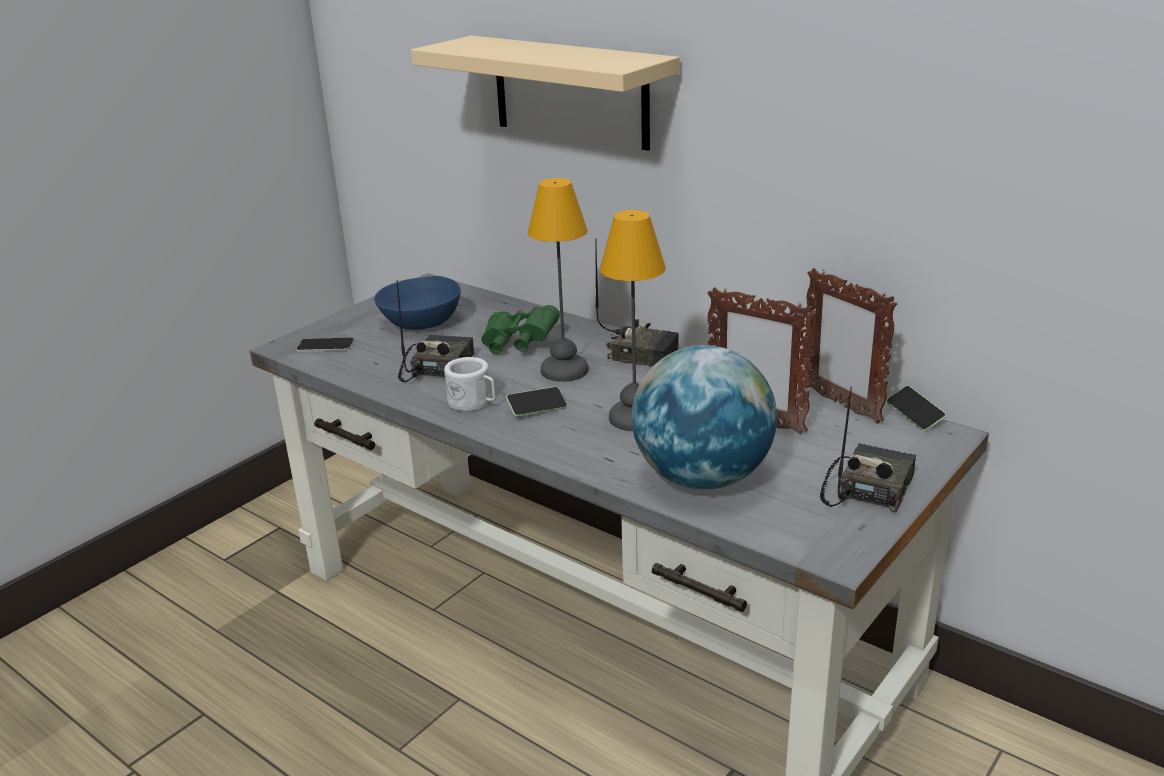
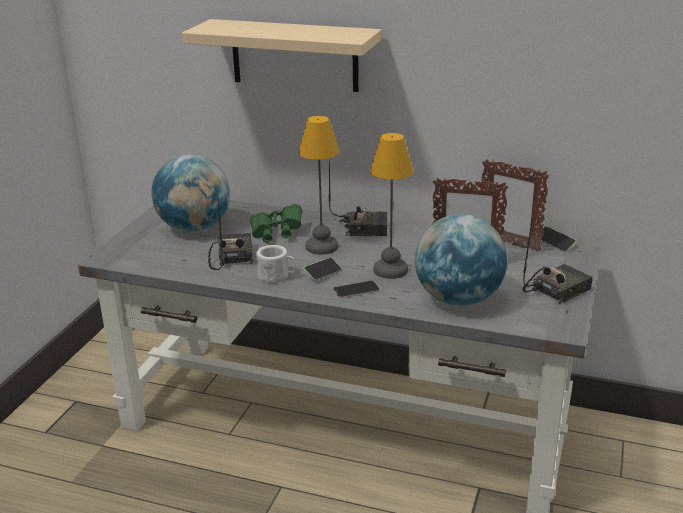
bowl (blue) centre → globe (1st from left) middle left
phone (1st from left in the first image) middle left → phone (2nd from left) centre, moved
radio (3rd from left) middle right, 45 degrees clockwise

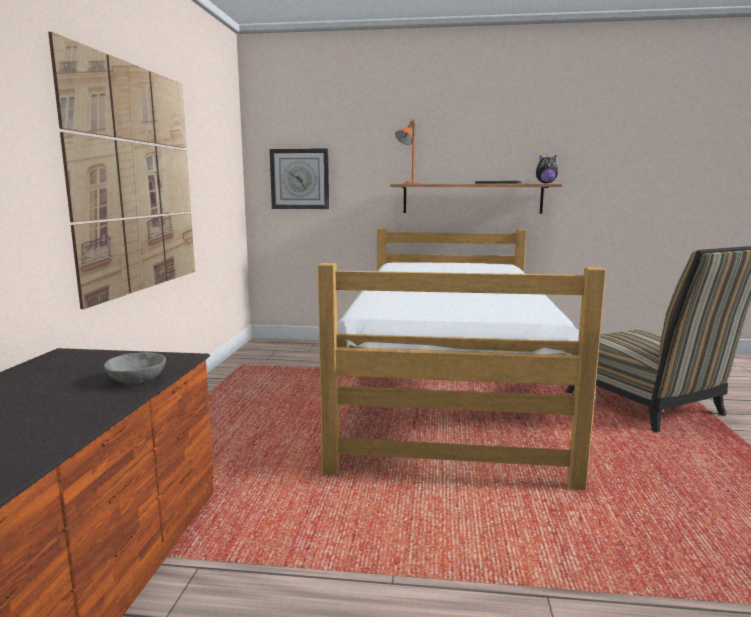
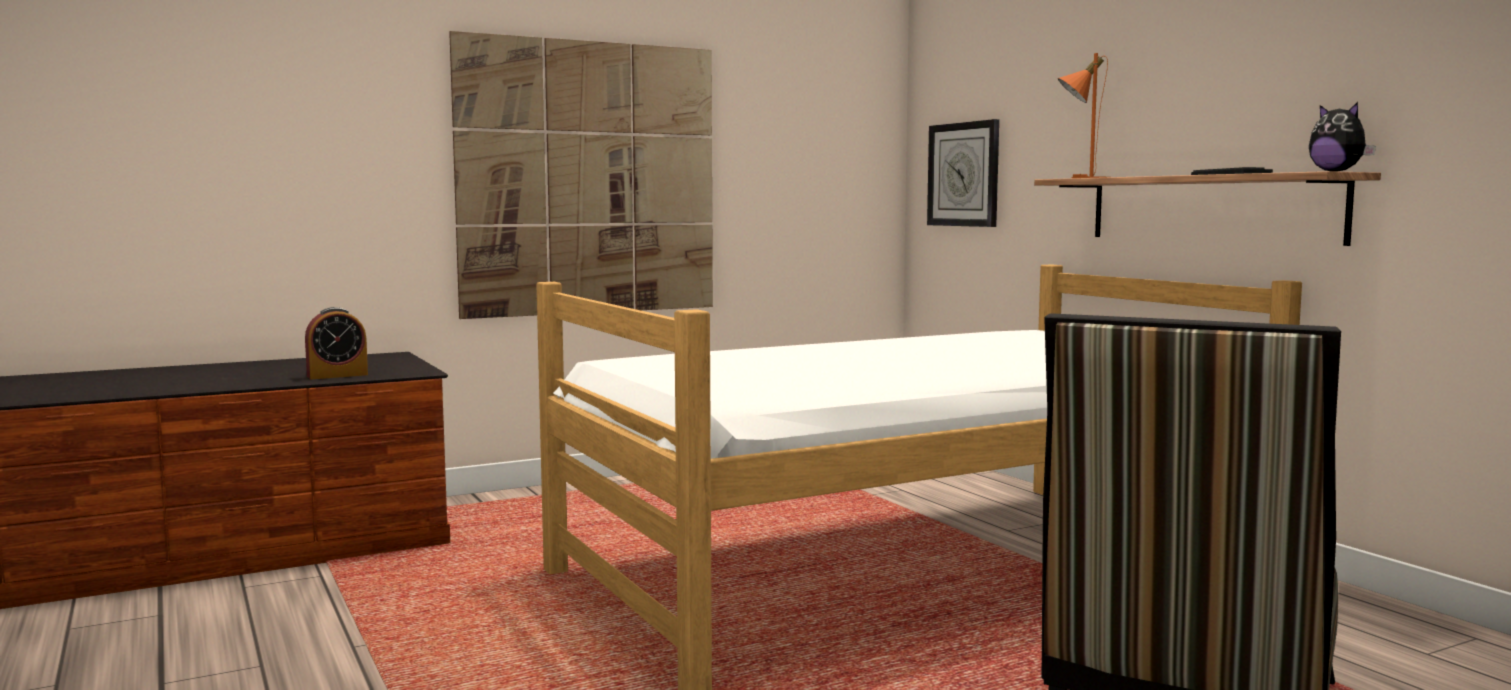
bowl (grey) middle left → alarm clock middle left

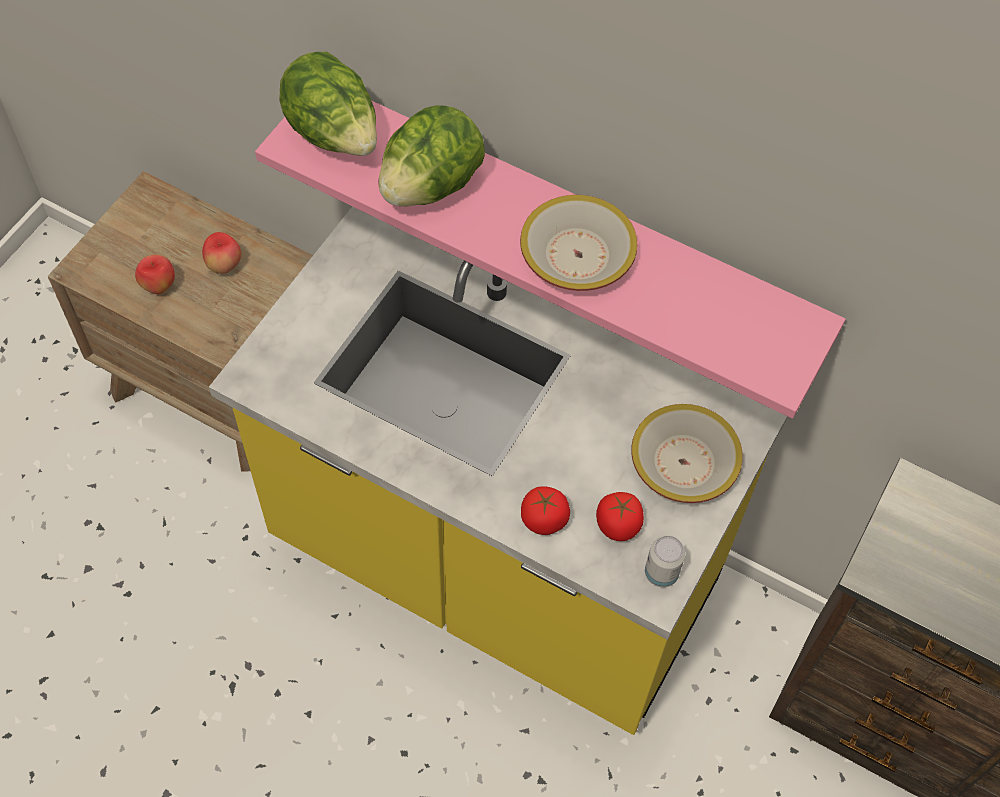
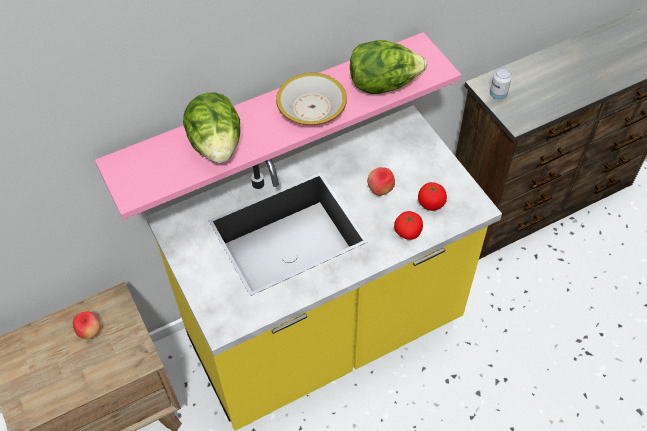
lettuce (1st from left in the first image) top left → lettuce (2nd from left) top centre, moved
apple (1st from left in the first image) middle left → apple (2nd from left) centre, moved
bowl (2nd from left) middle right → -
can bottom centre → can top right, moved

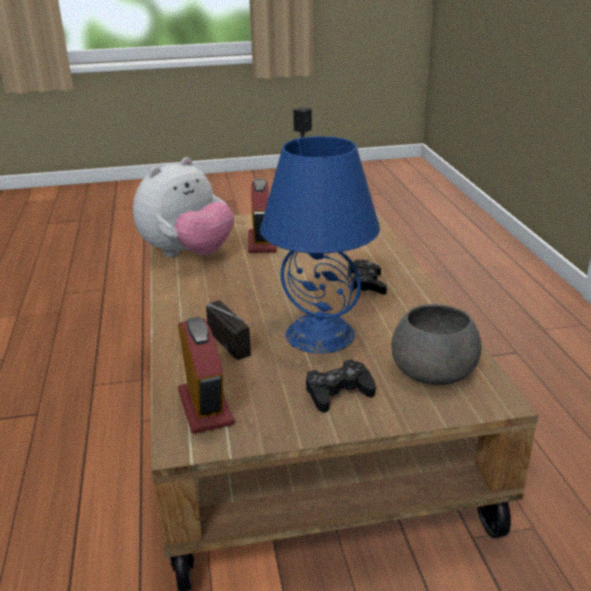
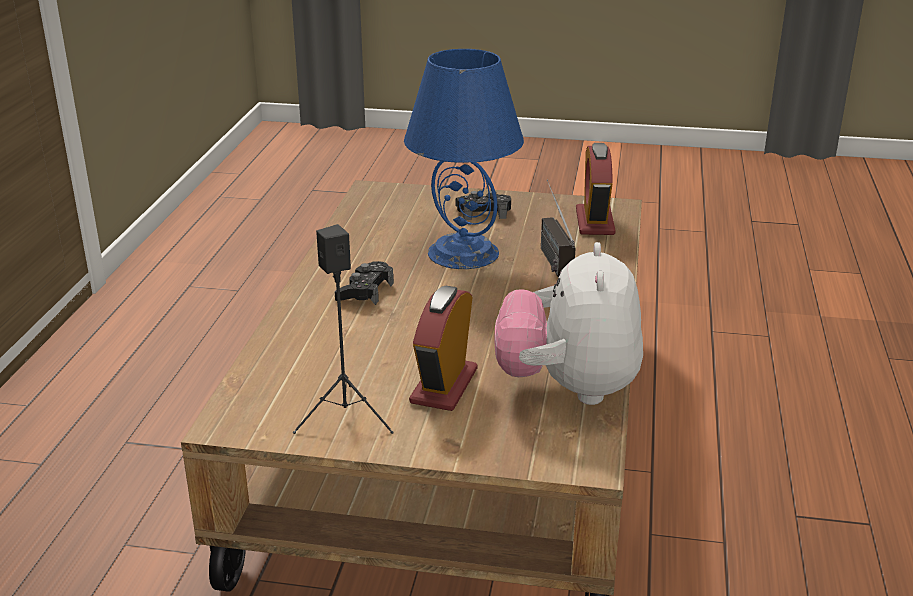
plush toy middle left → plush toy centre, 60 degrees counterclockwise
bowl (grey) middle right → -

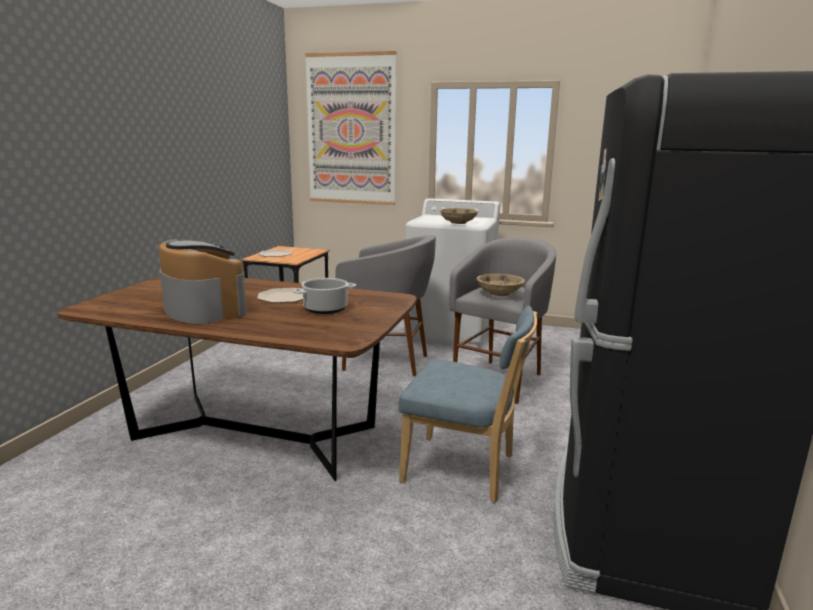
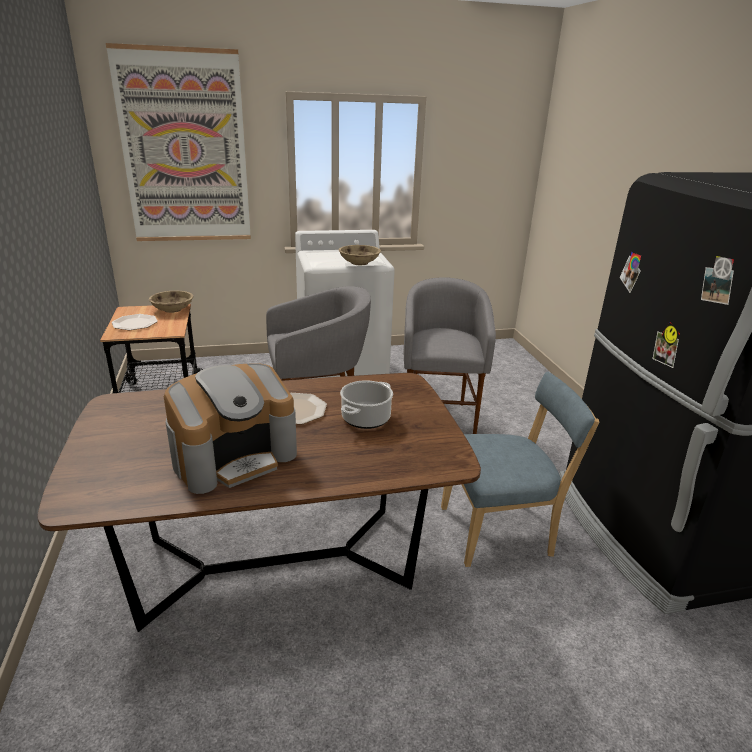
coffee machine middle left, 120 degrees clockwise
bowl (beige) (2nd from left in the first image) centre → bowl (beige) (1st from left) middle left, moved

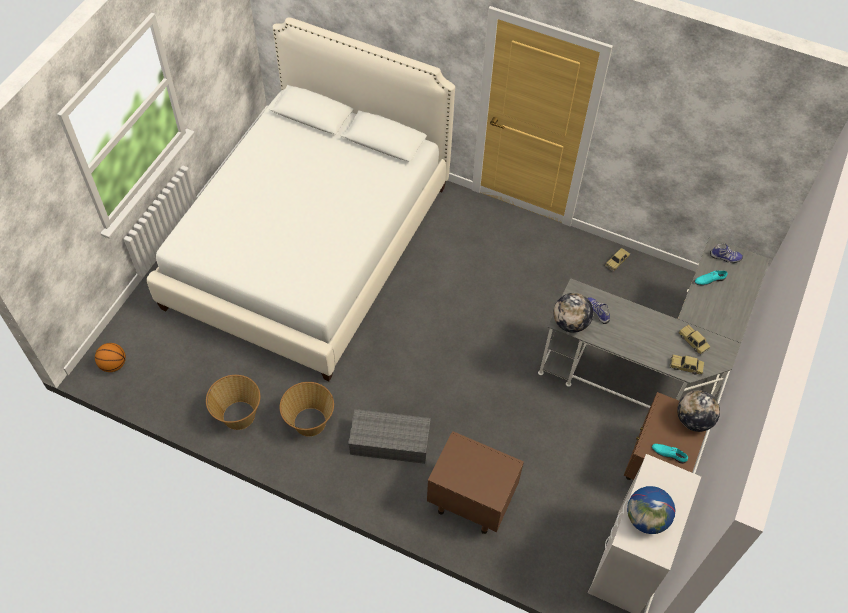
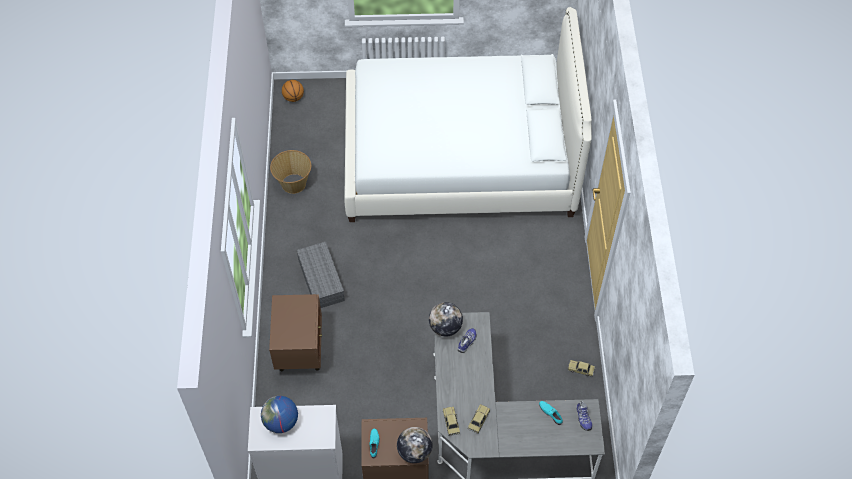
basket (2nd from left) bottom centre → -

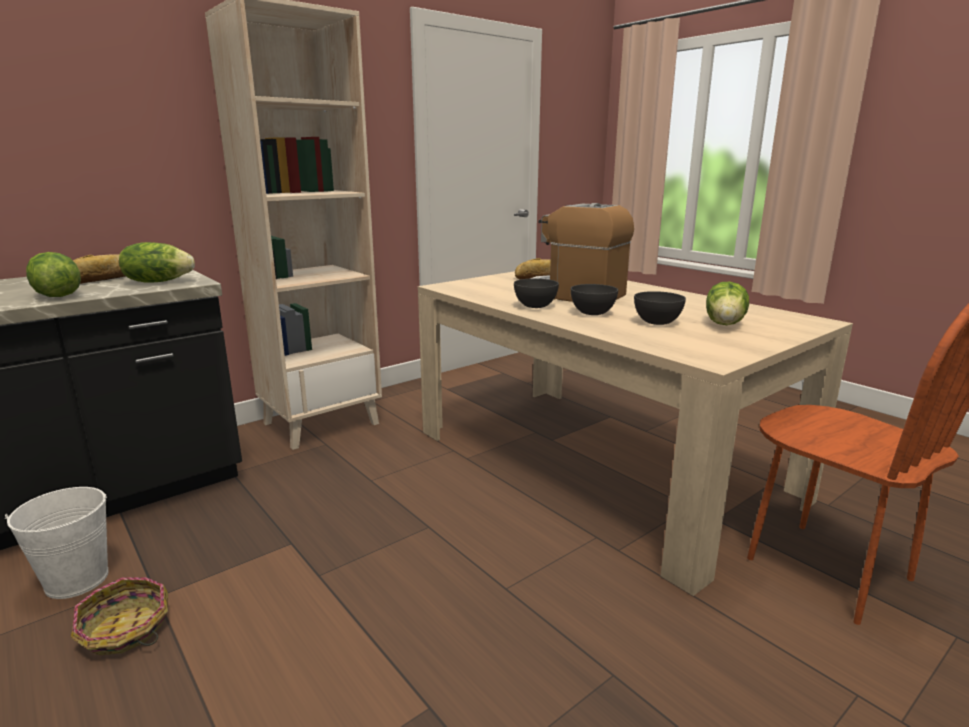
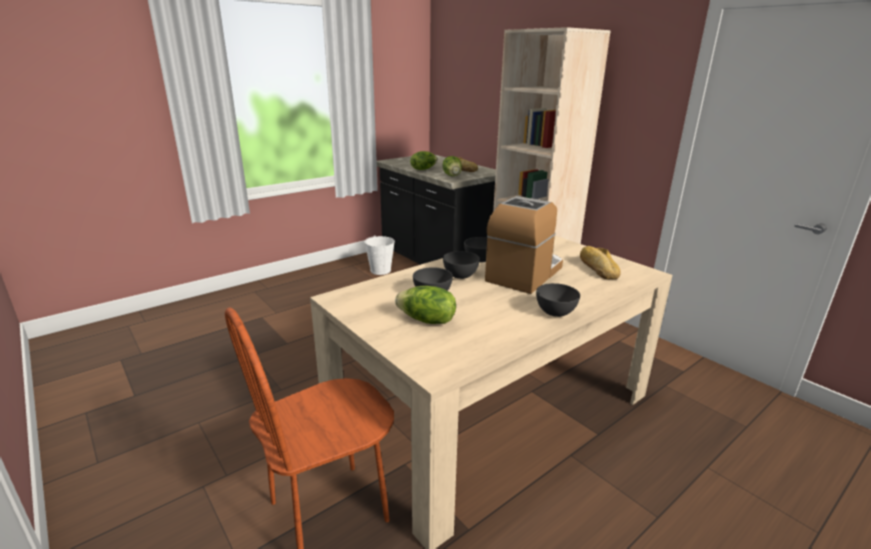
basket bottom left → -
- → bowl (grey) (4th from left) centre

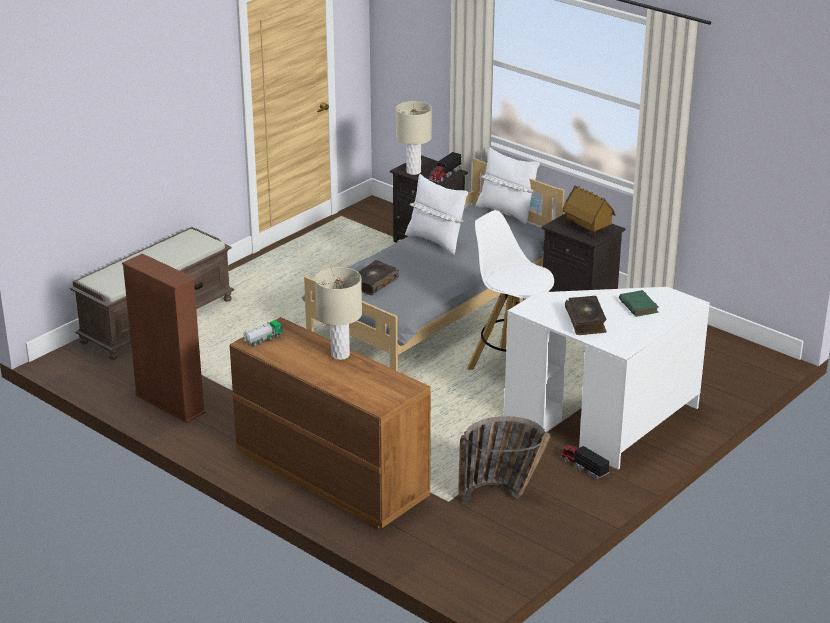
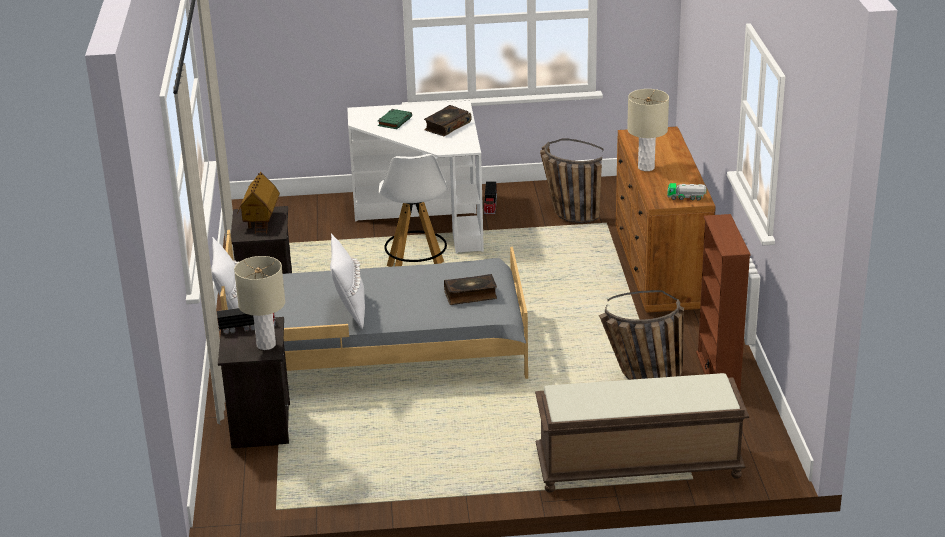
- → basket (2nd from left) middle right

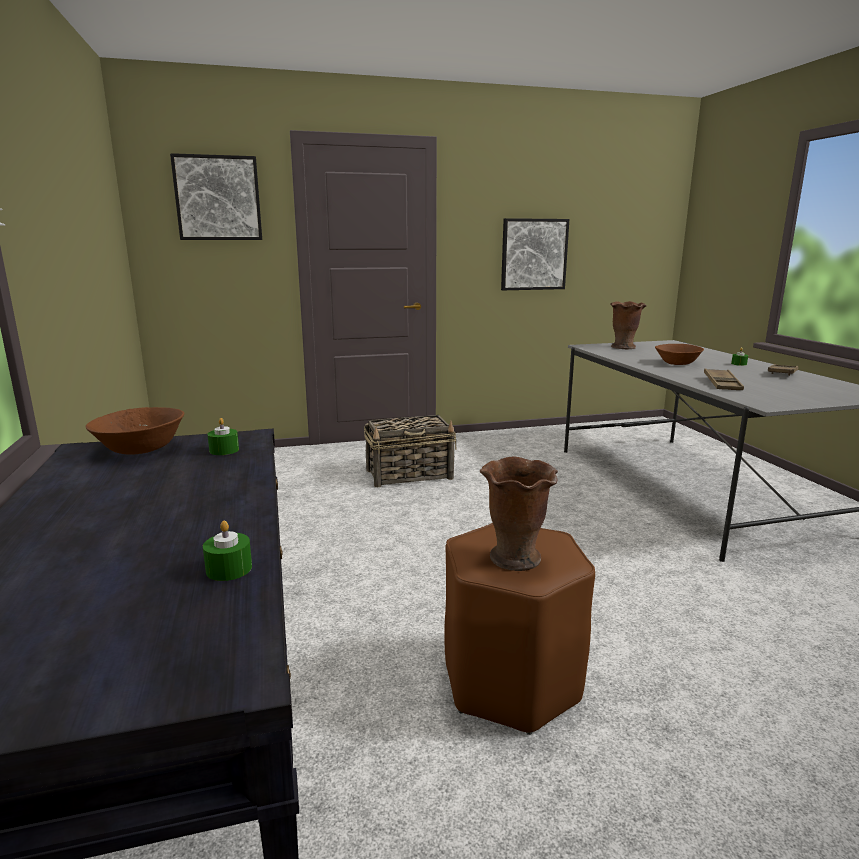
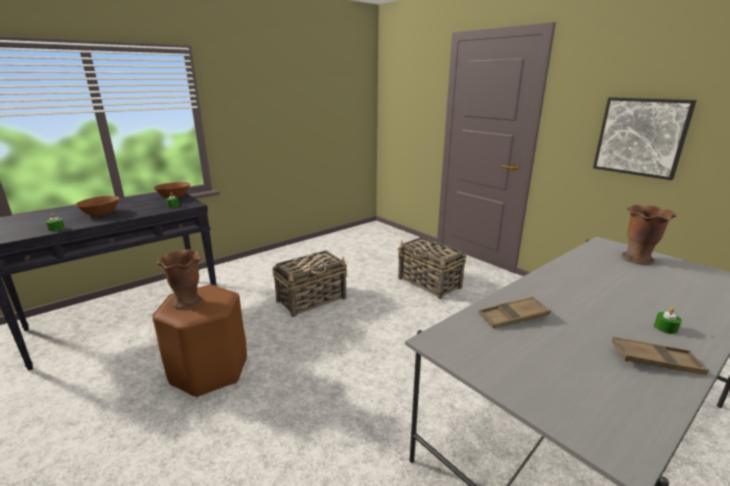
picture (1st from left) top left → -
bowl (brown) (2nd from left in the first image) middle right → bowl (brown) (1st from left) middle left, moved
- → basket (1st from left) centre

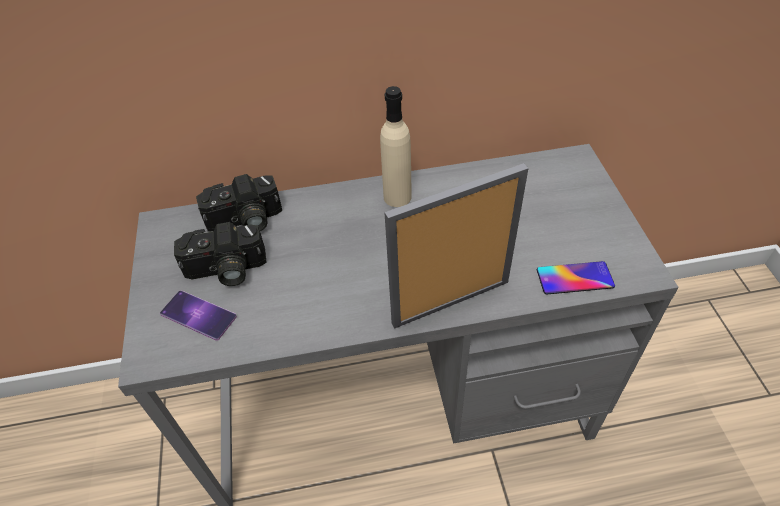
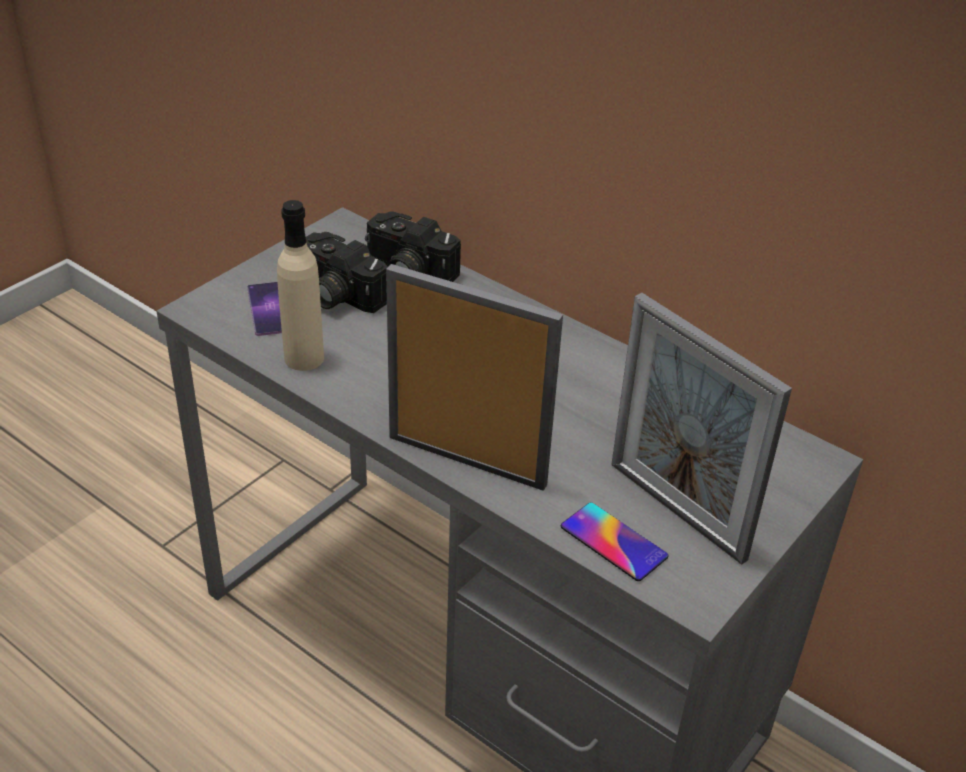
bottle (beige) top centre → bottle (beige) middle left, moved
- → picture frame (2nd from left) middle right

